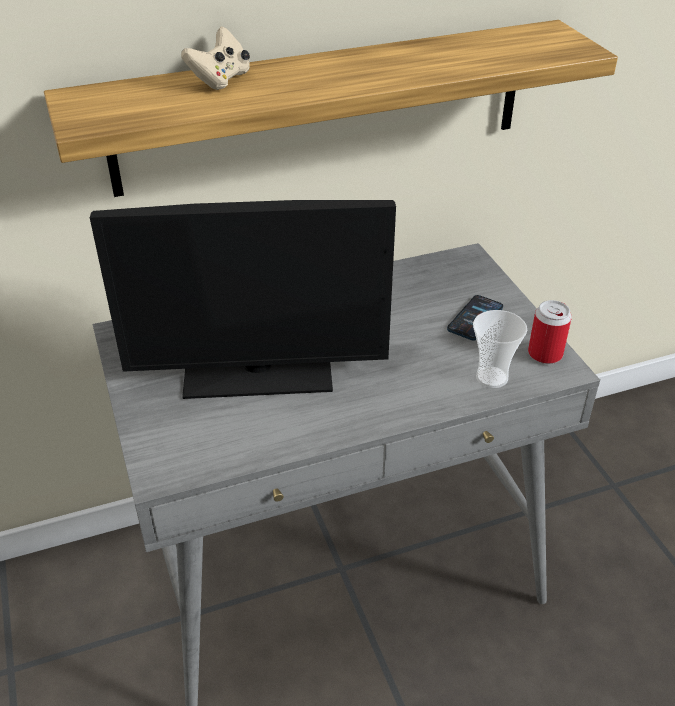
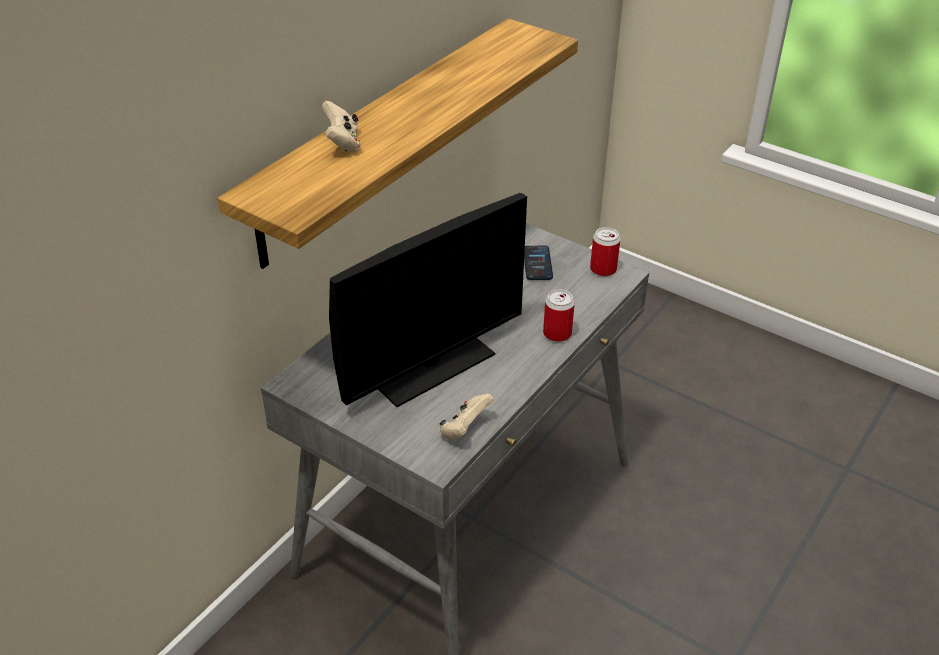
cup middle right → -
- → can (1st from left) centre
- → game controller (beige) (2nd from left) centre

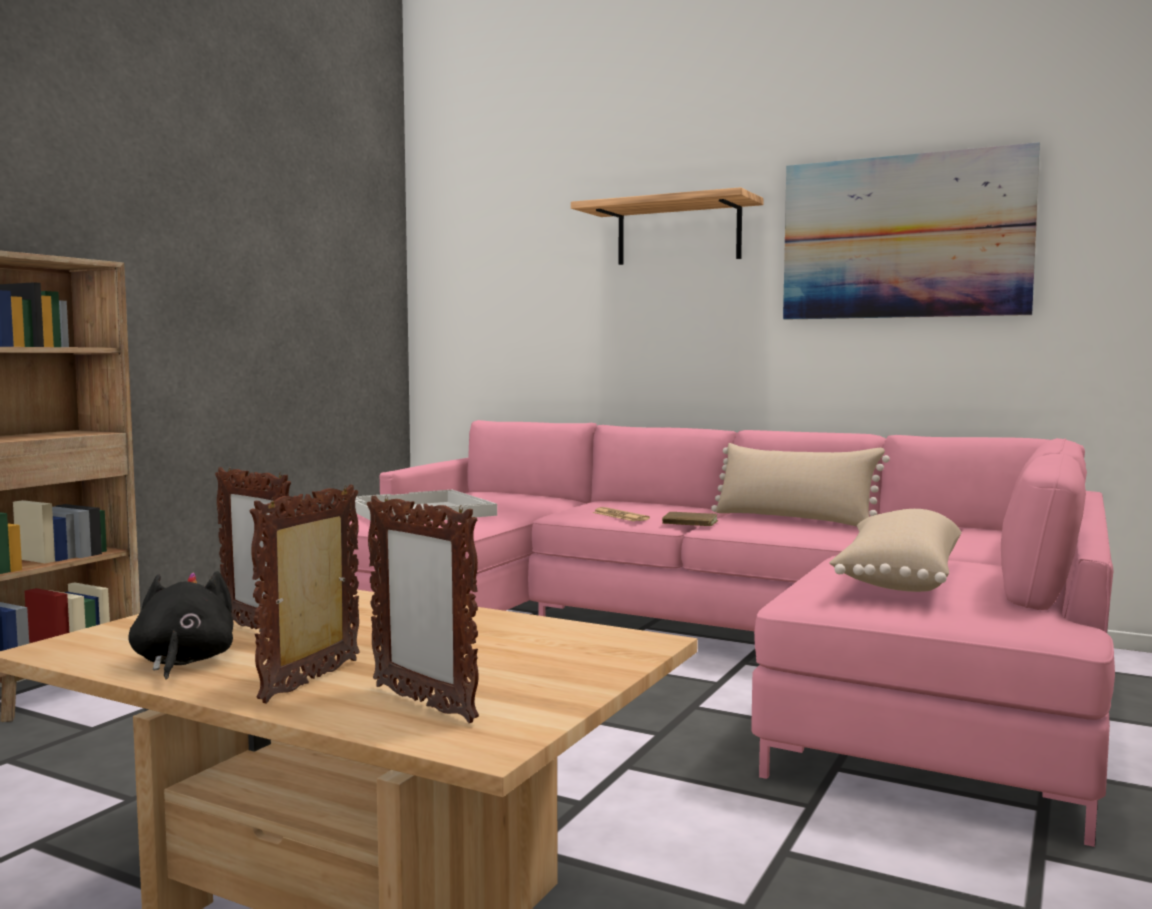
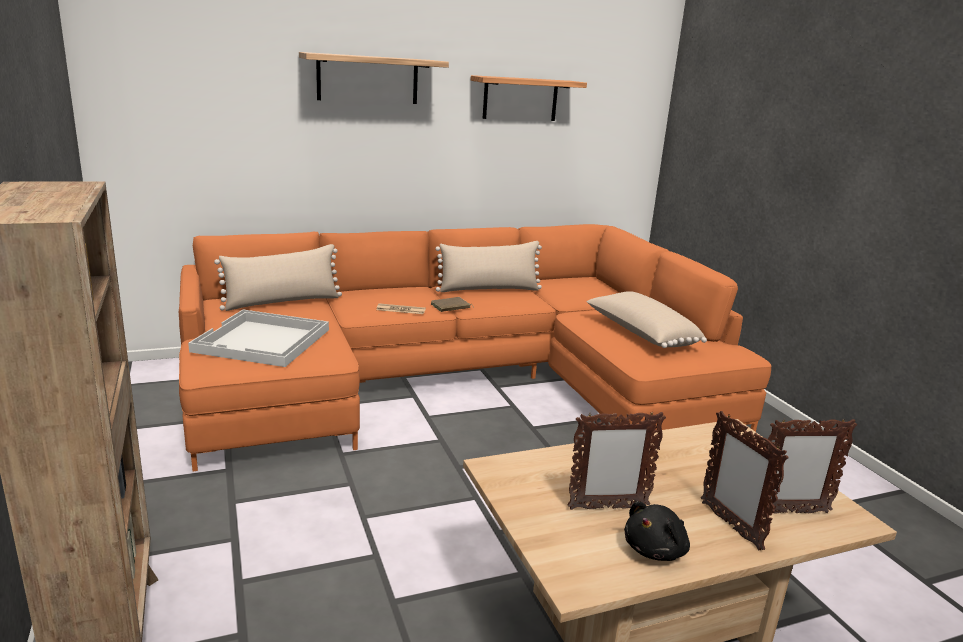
picture top right → shelf (2nd from left) top centre
sofa (pink) bottom centre → sofa (orange) centre
plush toy (black) bottom left → plush toy (black) bottom right, 75 degrees counterclockwise
- → pillow (beige) (1st from left) middle left

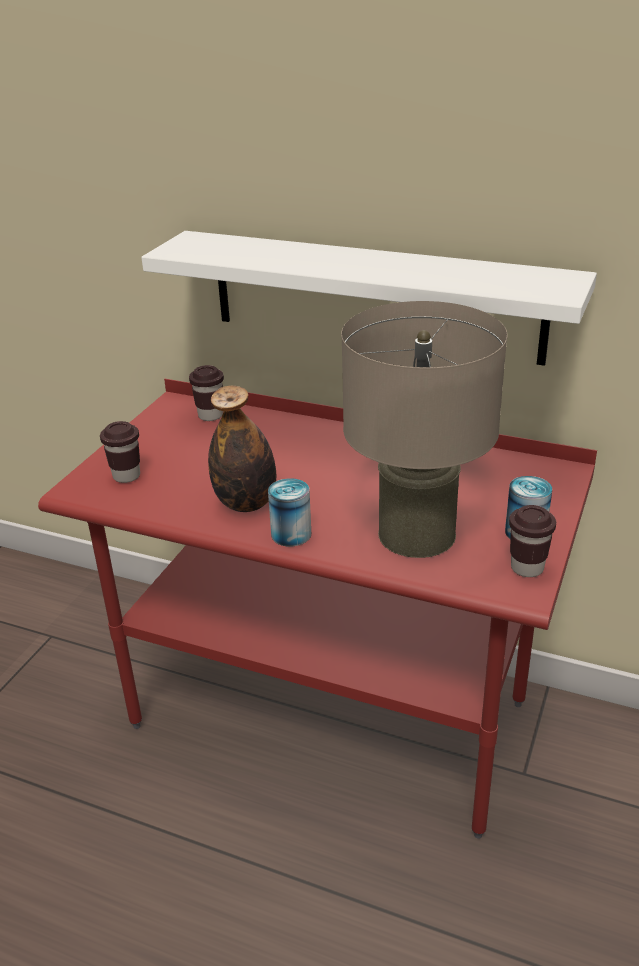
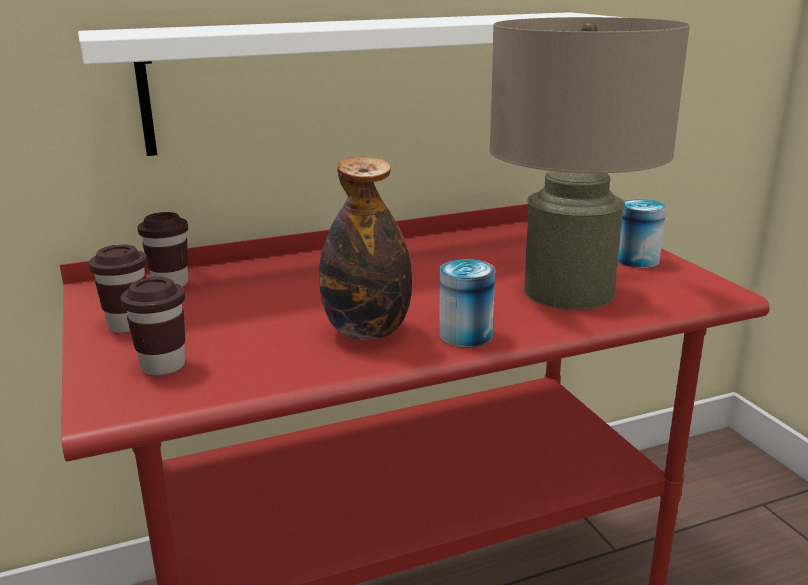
cup (brown) (3rd from left in the first image) middle right → cup (brown) (1st from left) middle left, moved

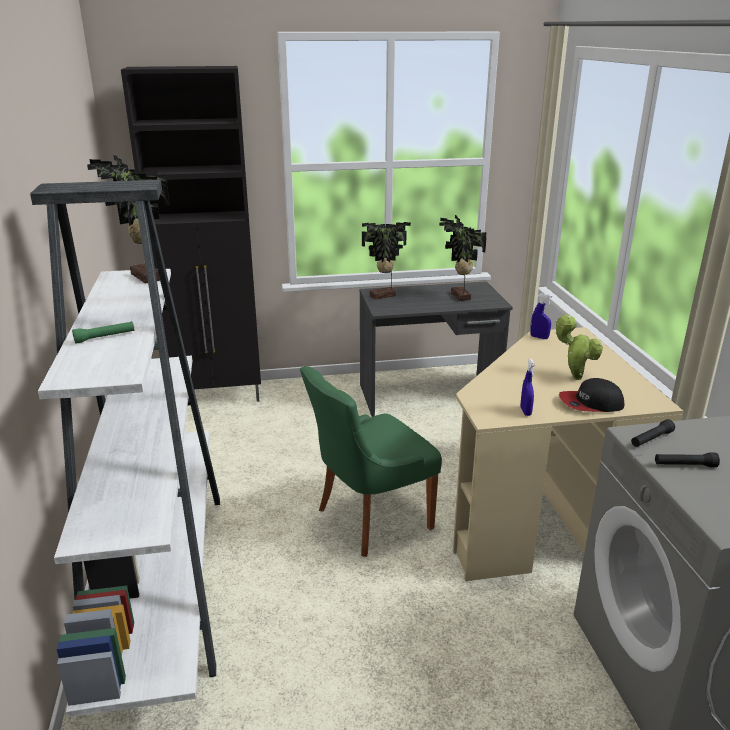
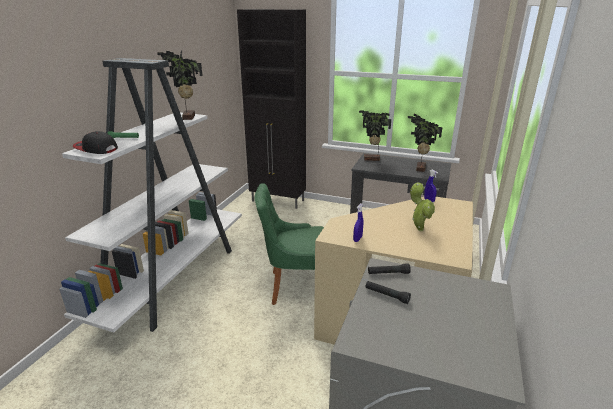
cap middle right → cap middle left, moved

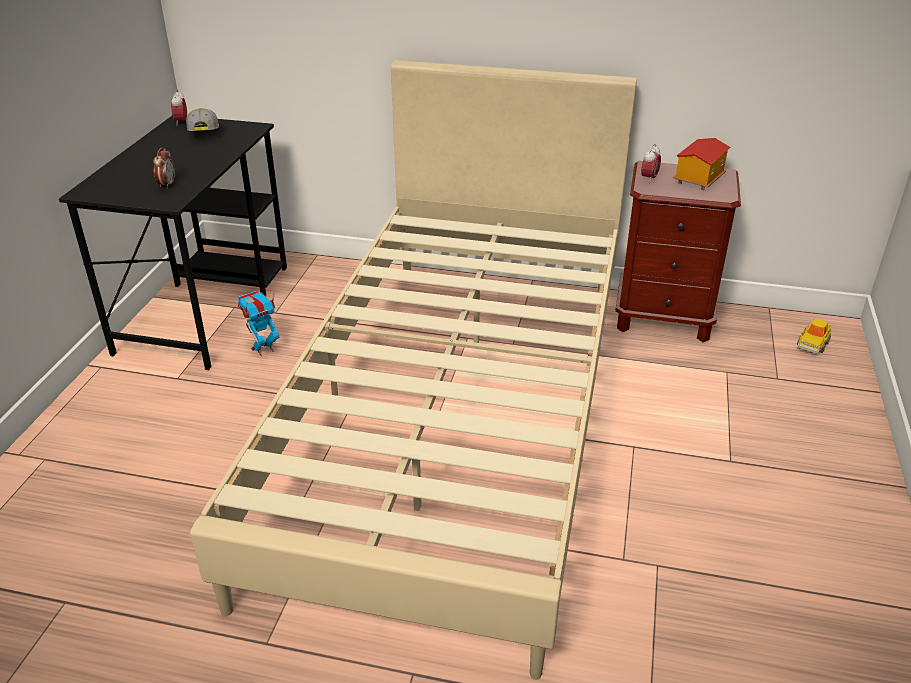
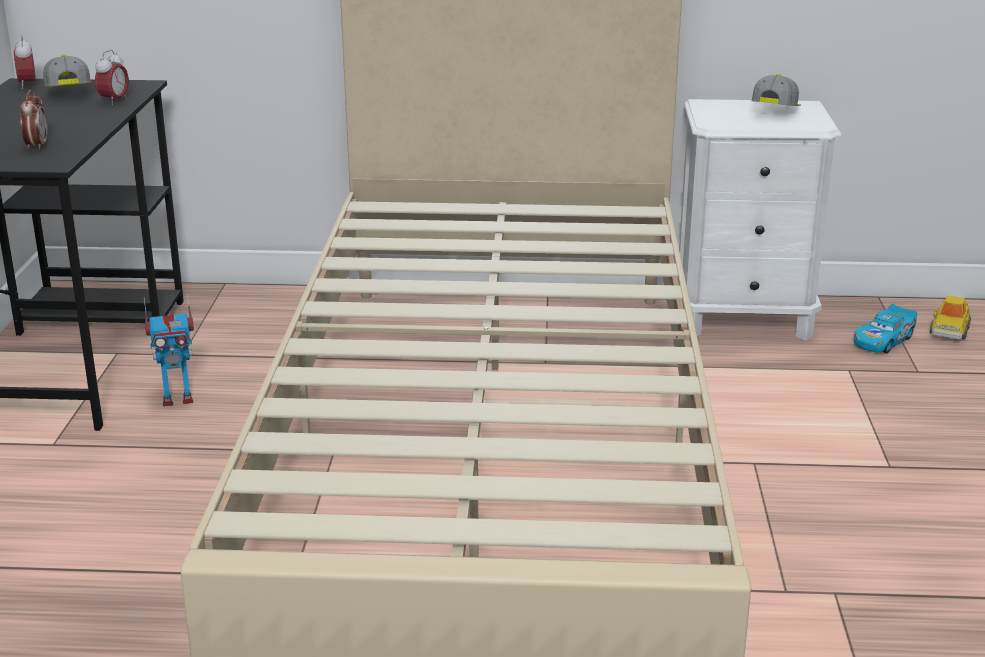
toy house top right → cap (2nd from left) top right
alarm clock (3rd from left) top right → alarm clock (3rd from left) top left, moved
nightstand (brown) middle right → nightstand (white) middle right
toy robot middle left, 150 degrees counterclockwise
- → toy car (1st from left) middle right

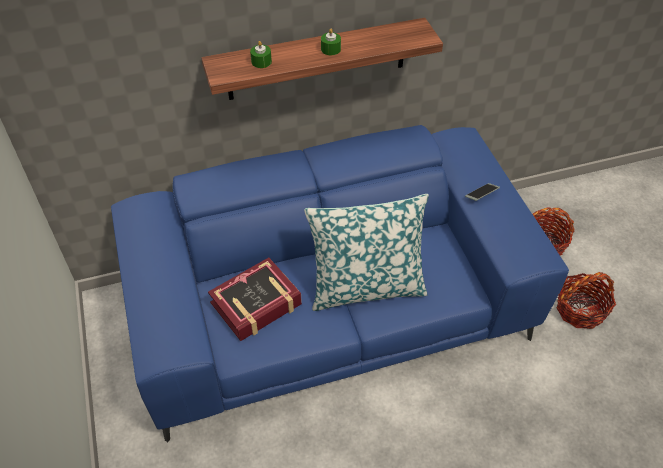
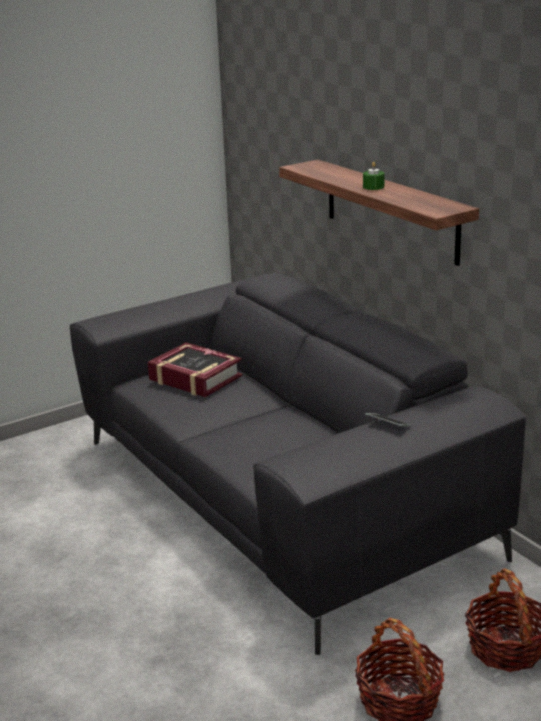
candle (green) (1st from left) top centre → -
sofa (blue) centre → sofa (grey) centre
pillow centre → -

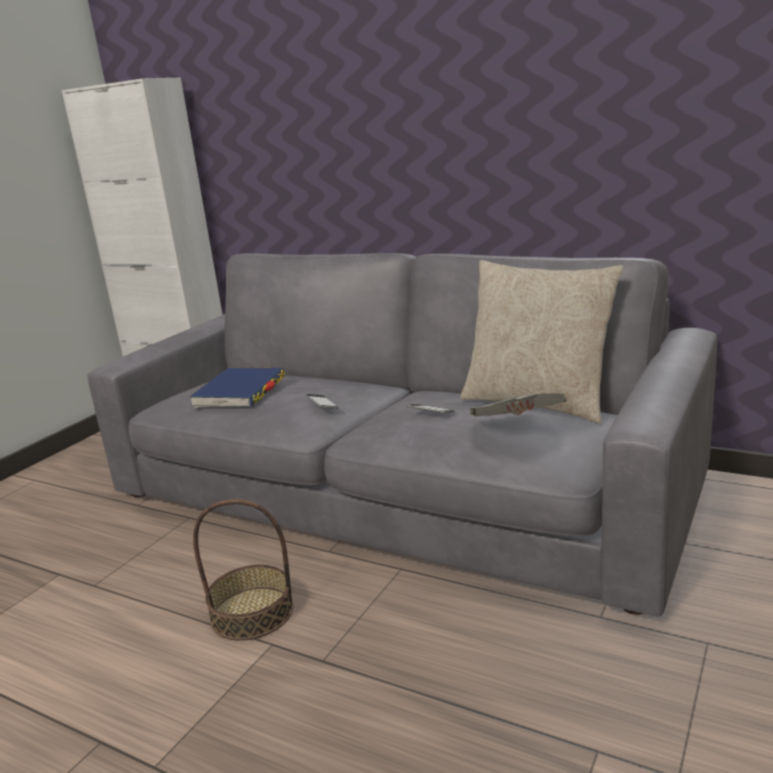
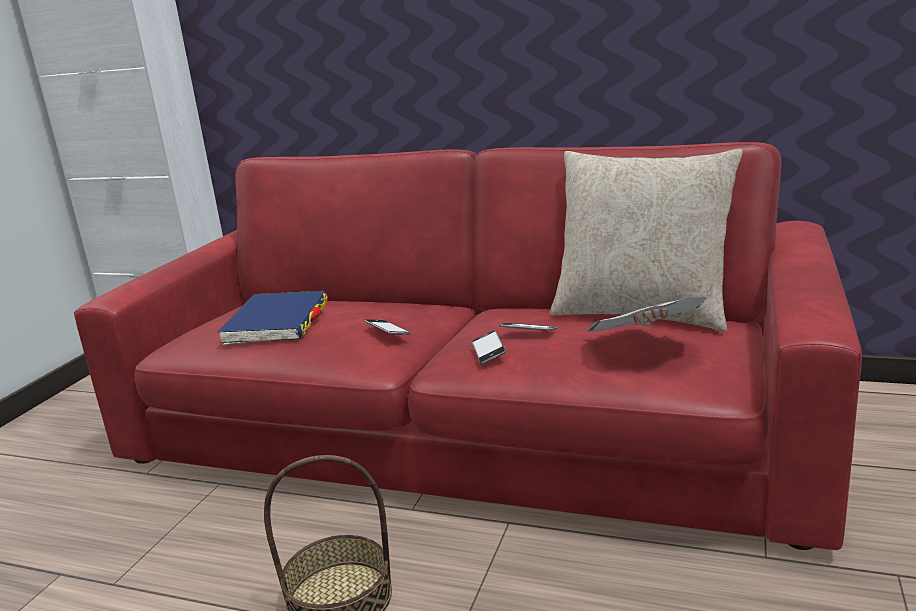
sofa (grey) centre → sofa (red) centre
- → phone (2nd from left) centre

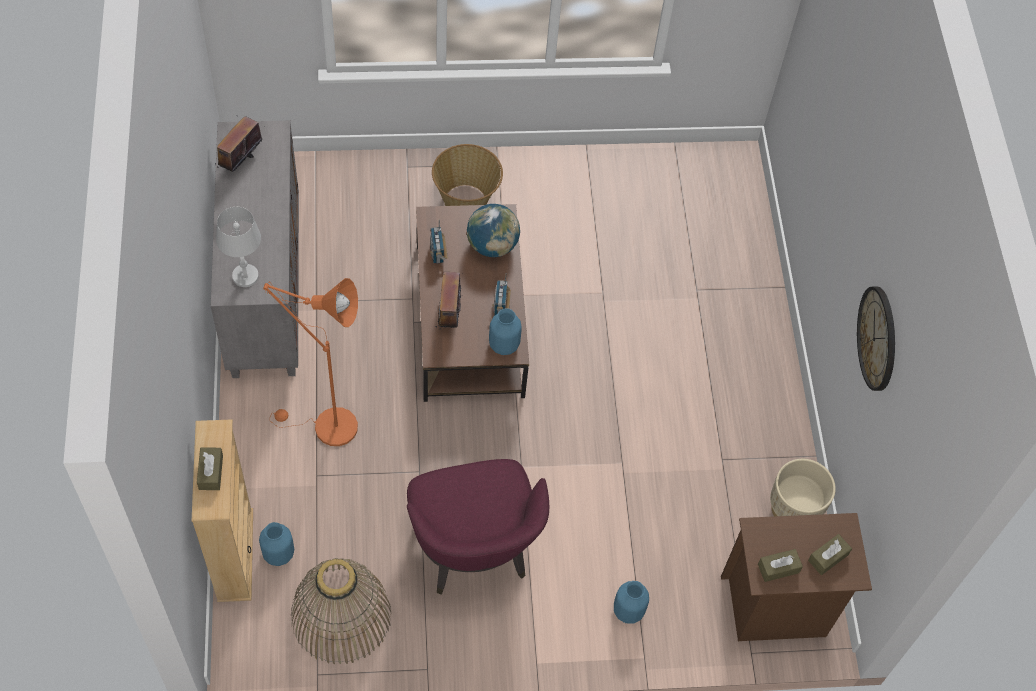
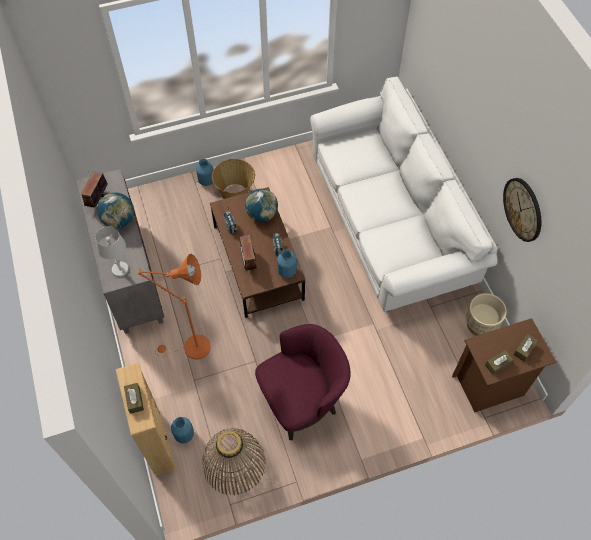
armchair (purple) bottom centre, 90 degrees counterclockwise
vase (blue) (3rd from left in the first image) bottom centre → vase (blue) (2nd from left) top centre, moved
- → sofa (white) middle right
- → globe (1st from left) middle left

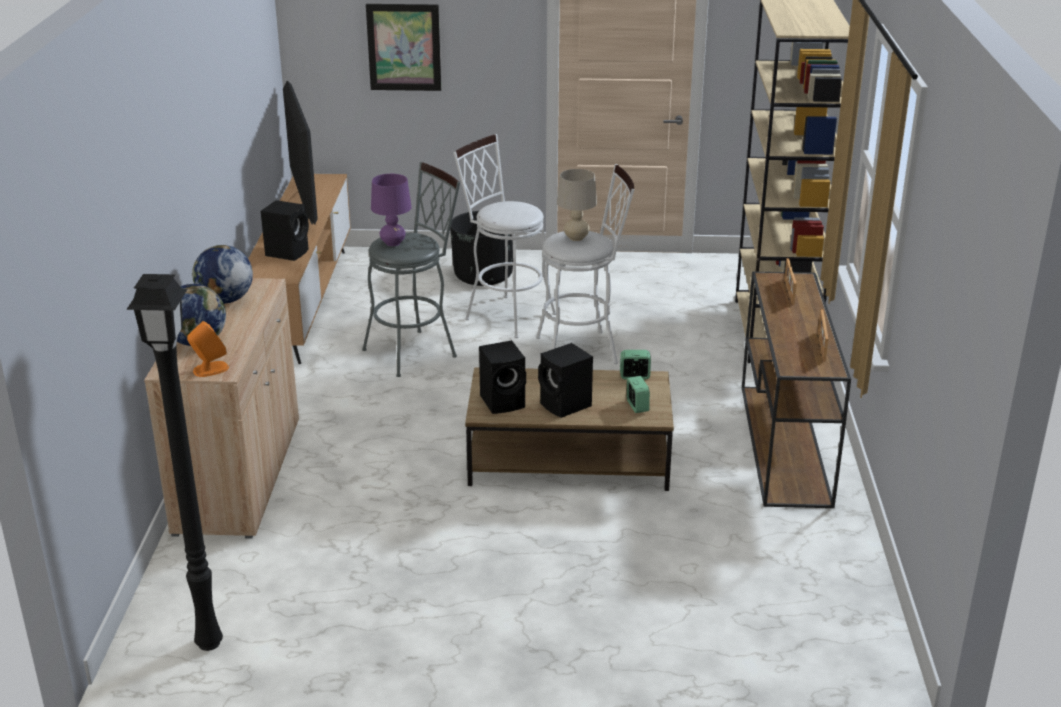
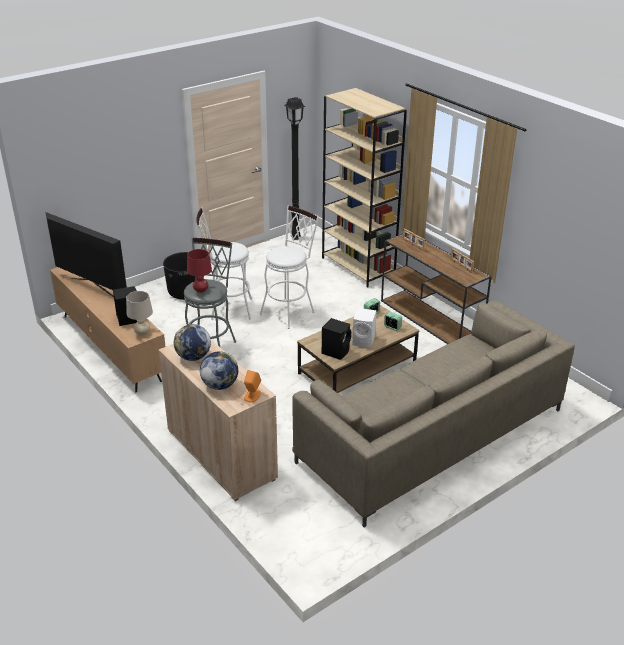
picture top centre → -
table lamp (beige) top centre → table lamp (beige) middle left, moved
table lamp (purple) top centre → table lamp (red) middle left
floor lamp (black) middle left → floor lamp (black) top centre, moved
speaker (black) (3rd from left) centre → speaker (white) centre
- → sofa (beige) middle right

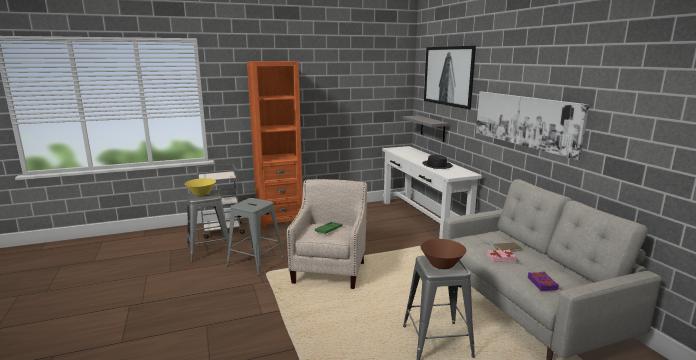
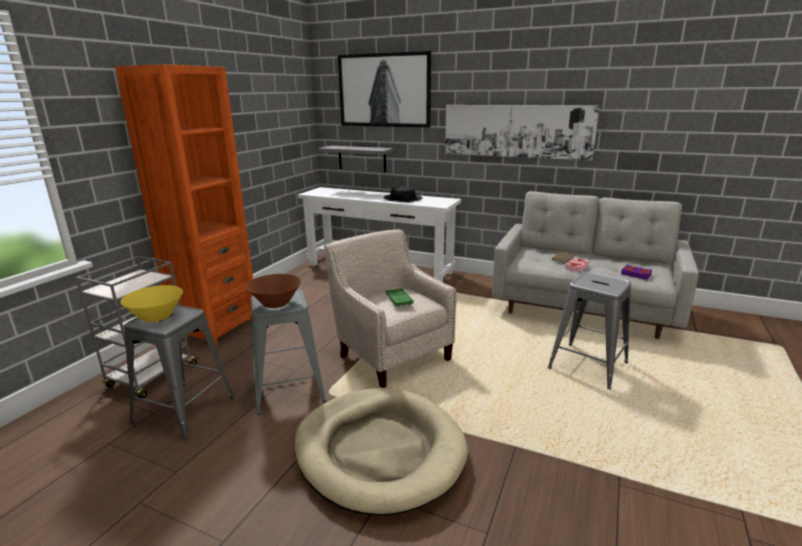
bowl (brown) bottom centre → bowl (brown) centre, moved
- → dog bed (beige) bottom centre

